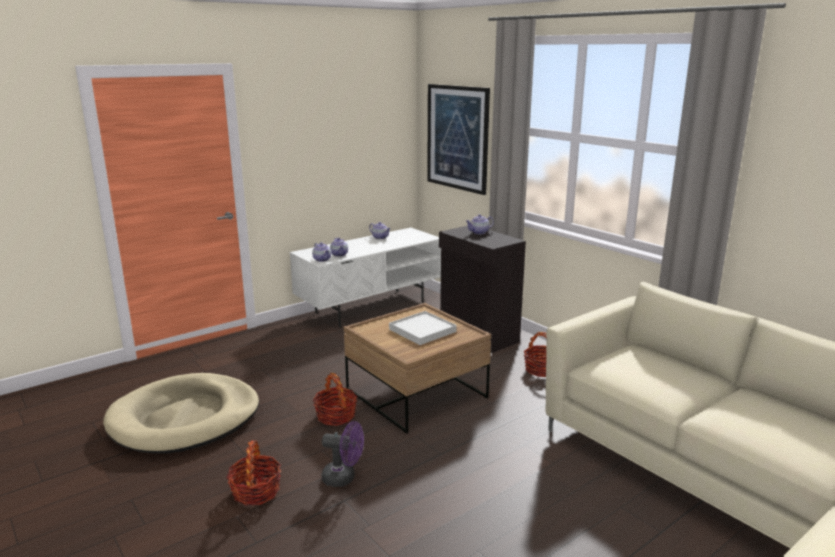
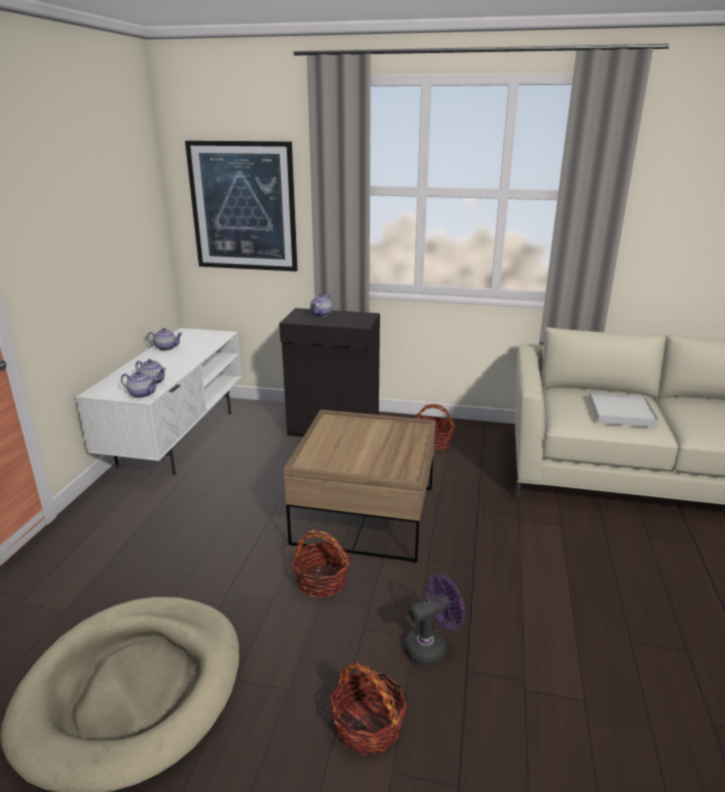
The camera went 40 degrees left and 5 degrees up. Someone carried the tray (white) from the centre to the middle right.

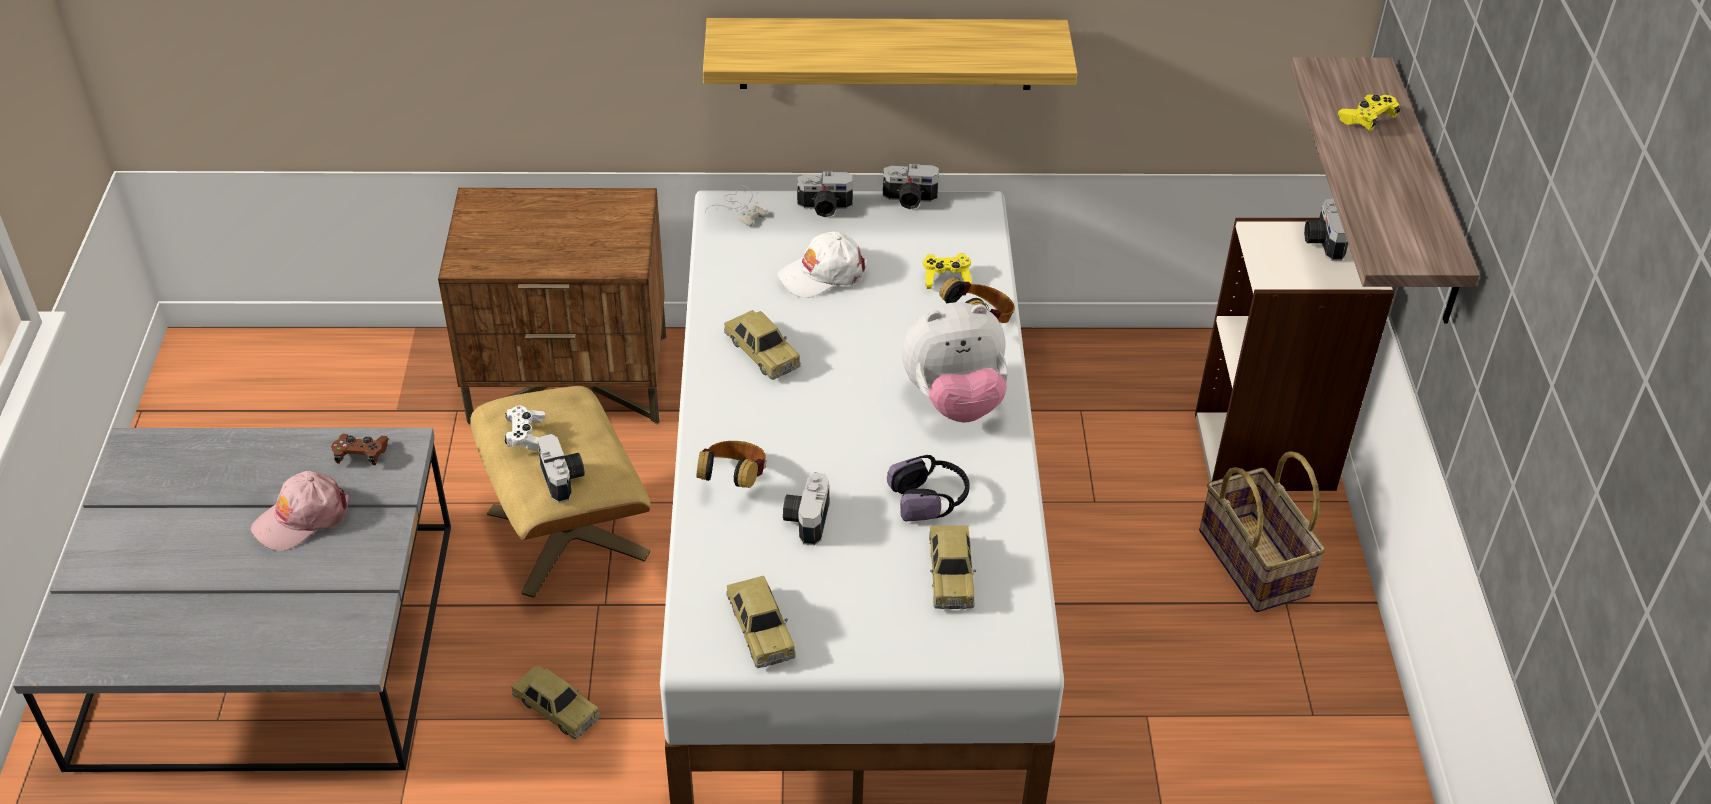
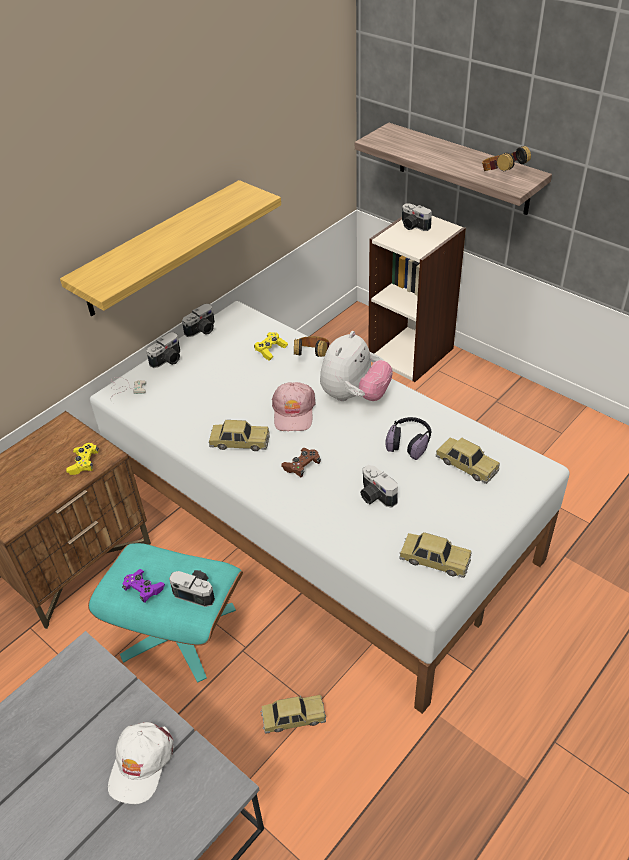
The camera went 45 degrees left and 0 degrees up. Someone carried the game controller (yellow) (2nd from left in the first image) from the top right to the middle left. Someone carried the cap (white) from the top centre to the bottom left. Someone repainted the ottoman (beige) at the middle left, which became the ottoman (turquoise) at the bottom left. Someone repainted the game controller (white) (1st from left) at the middle left, which became the game controller (purple) at the bottom left. Someone carried the game controller (brown) from the middle left to the centre. Someone carried the headphones (1st from left in the first image) from the centre to the top right. Someone took away the basket at the middle right. Someone carried the cap (pink) from the middle left to the centre.

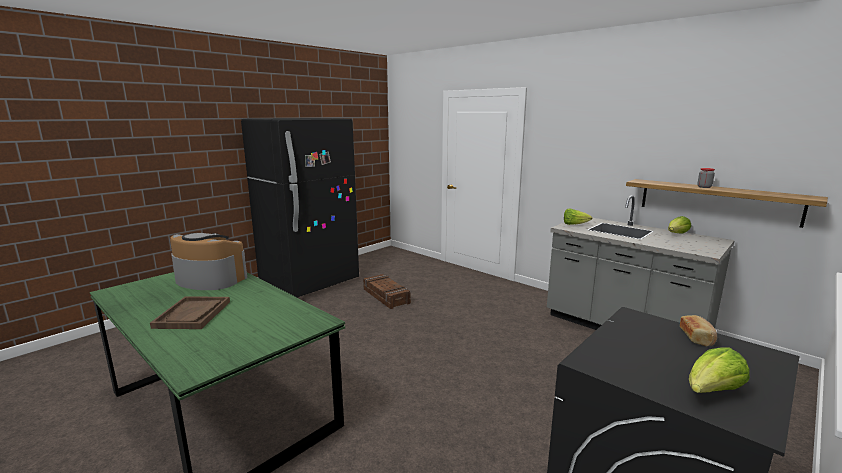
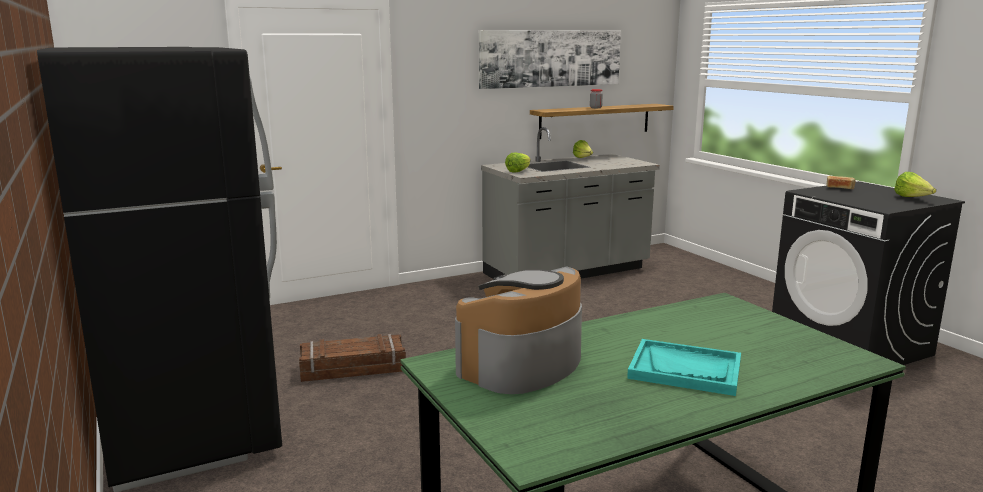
The camera went 70 degrees left and 0 degrees up. Someone repainted the tray (brown) at the middle left, which became the tray (turquoise) at the bottom right. Someone put up the picture at the top centre.

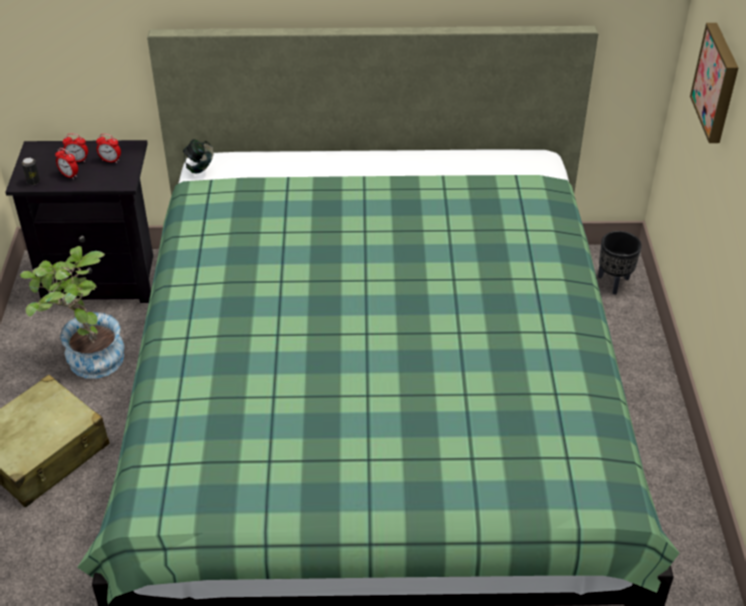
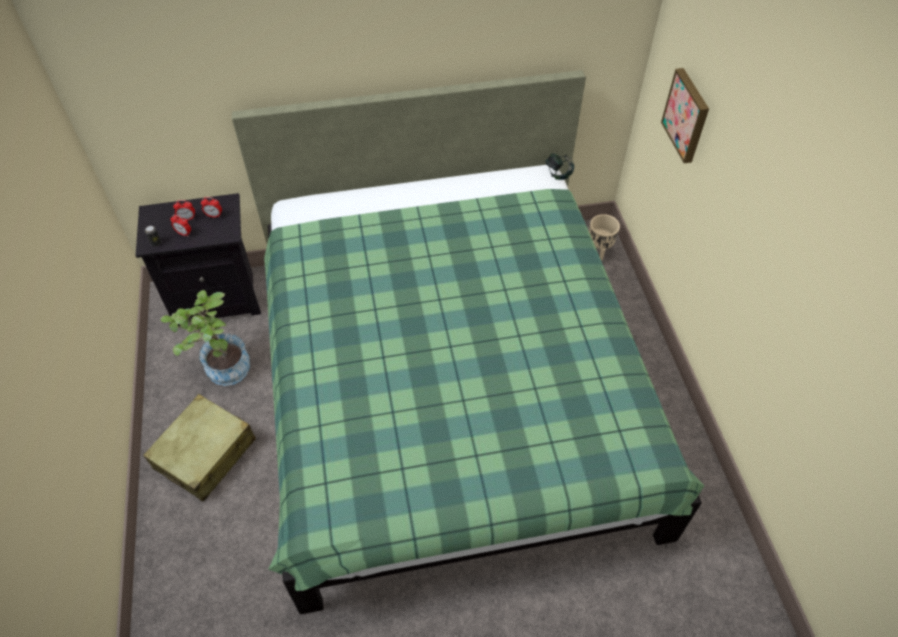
The camera went 10 degrees left and 10 degrees up. Someone carried the headphones from the top left to the top centre. Someone repainted the planter (black) at the middle right, which became the planter (beige) at the middle right.

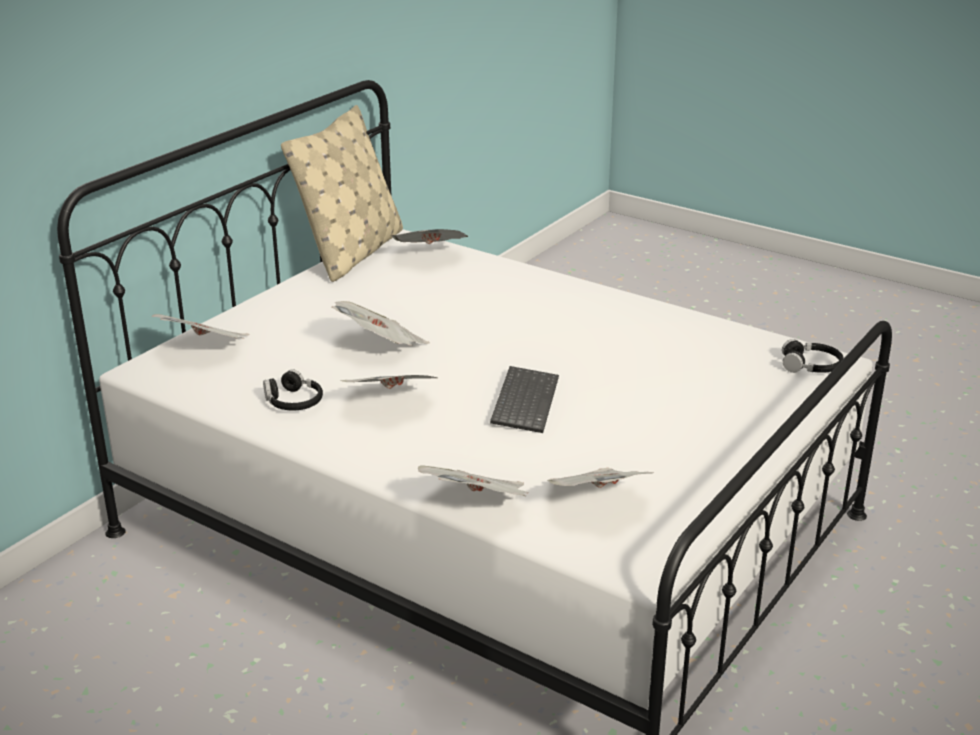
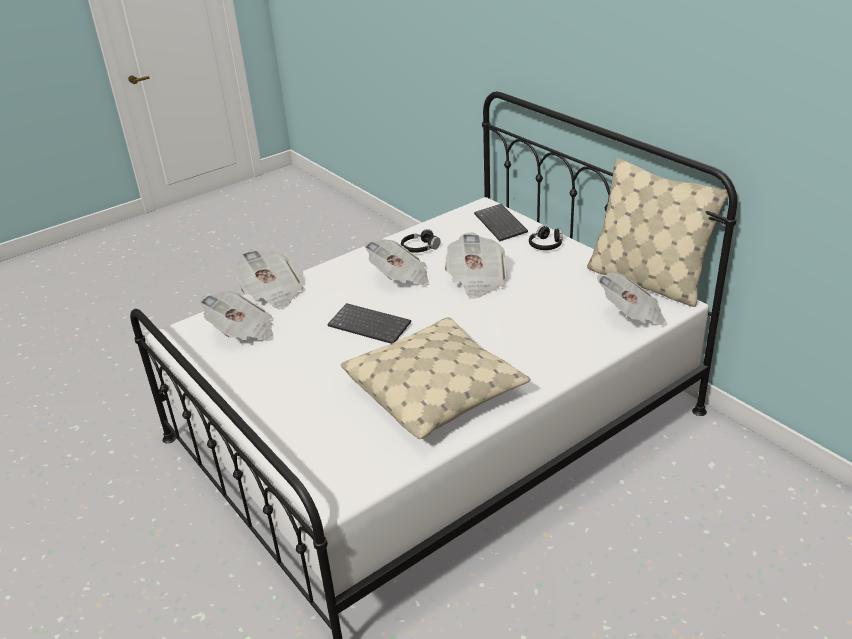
The camera went 110 degrees right and 5 degrees up. Someone swapped the newspaper (1st from left) at the middle left for the keyboard (2nd from left) at the centre. Someone carried the headphones (black) (2nd from left) from the middle right to the centre. Someone put down the pillow (beige) (1st from left) at the centre.

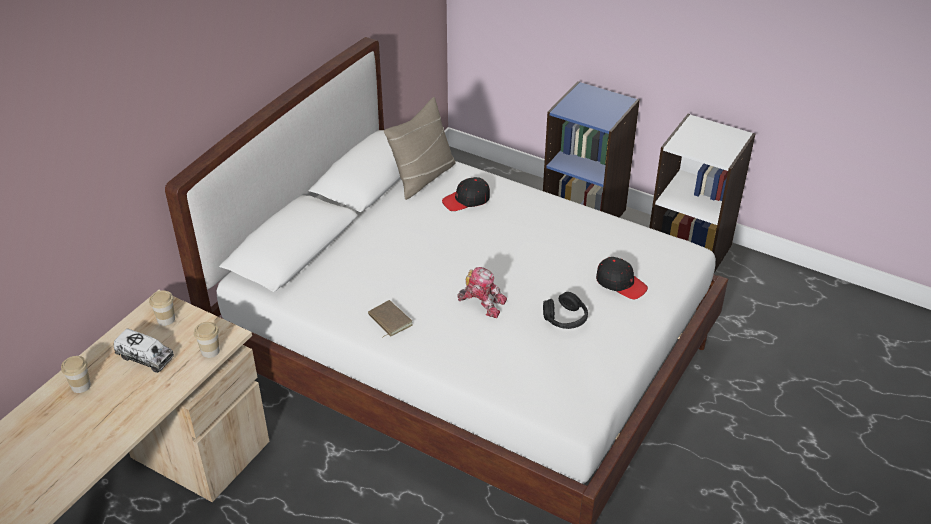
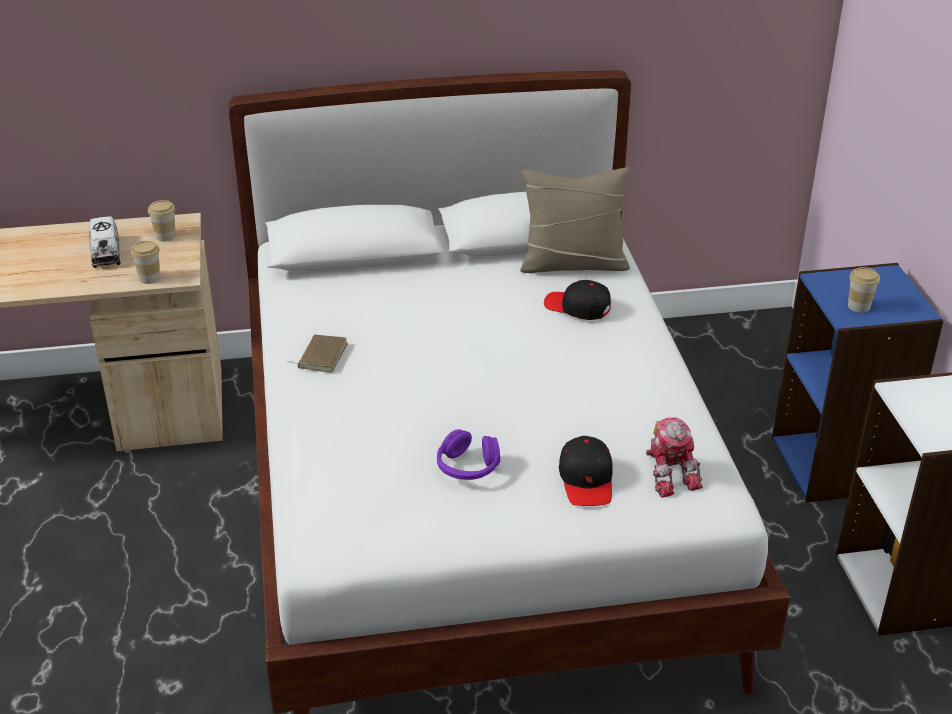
The camera went 50 degrees right and 5 degrees down. Someone carried the toy robot from the centre to the middle right. Someone repainted the headphones (black) at the centre, which became the headphones (purple) at the centre. Someone carried the cup (1st from left in the first image) from the bottom left to the middle right.

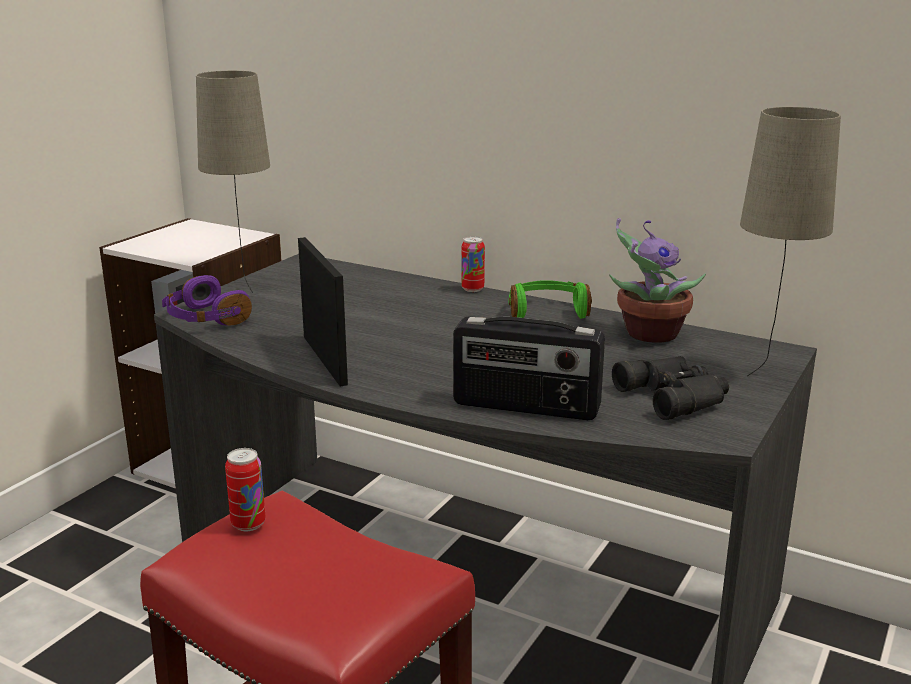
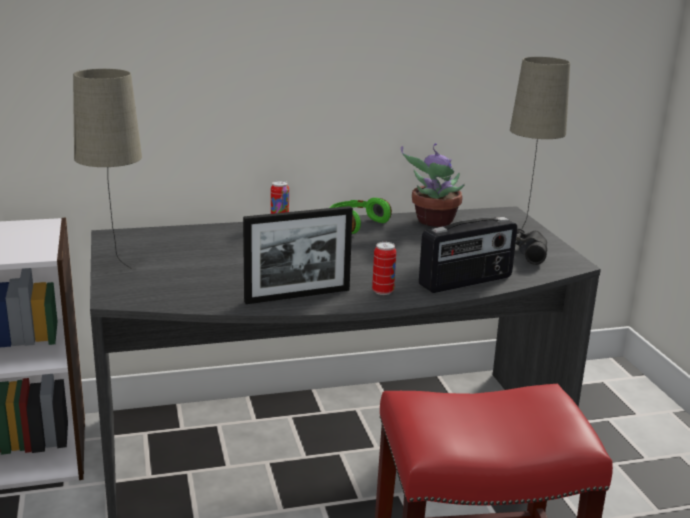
The camera went 45 degrees left and 0 degrees up. Someone rotated the picture frame at the centre by 135 degrees clockwise. Someone took away the headphones (purple) at the middle left. Someone carried the can (1st from left in the first image) from the bottom left to the centre.

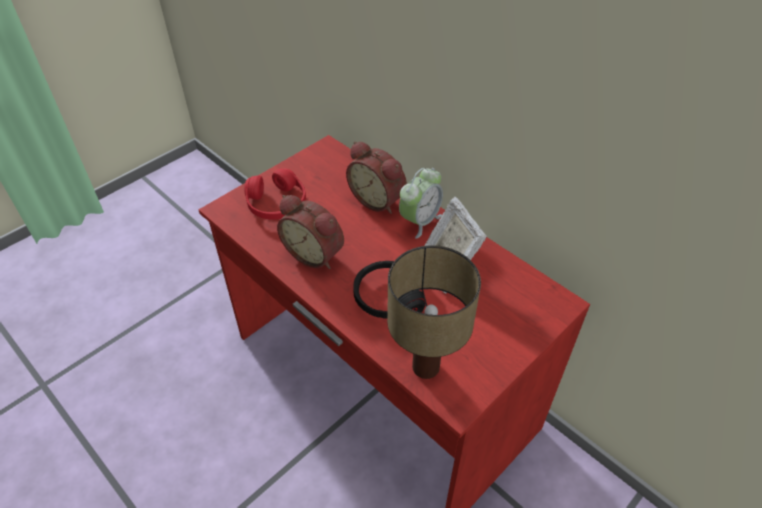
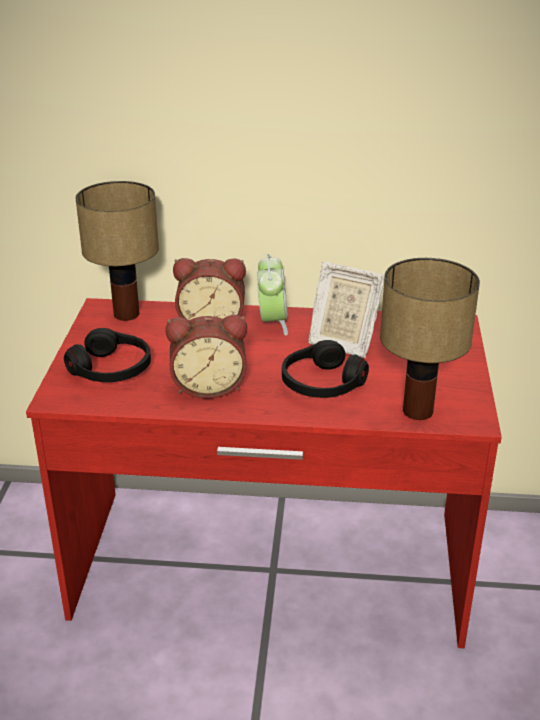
The camera went 40 degrees left and 15 degrees down. Someone repainted the headphones (red) at the centre, which became the headphones (black) (1st from left) at the middle left. Someone put down the table lamp (1st from left) at the middle left.

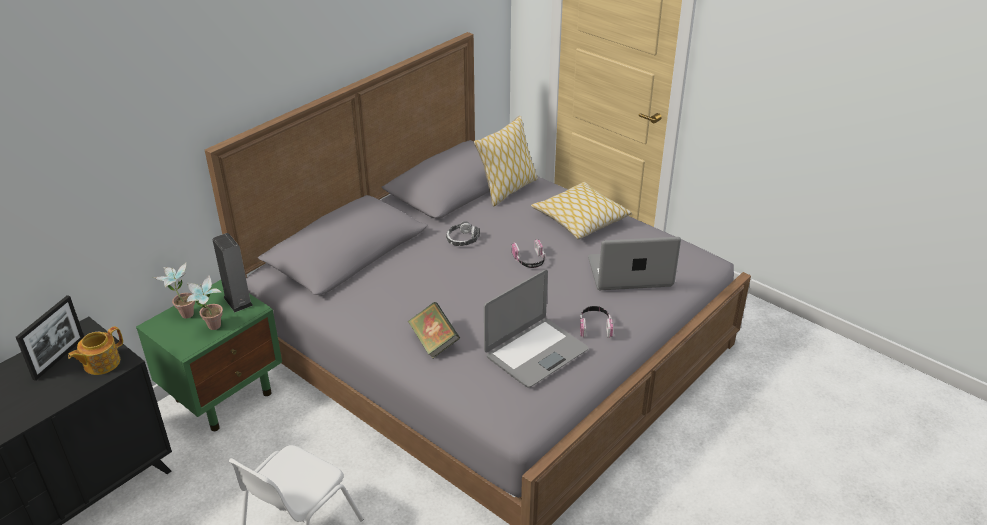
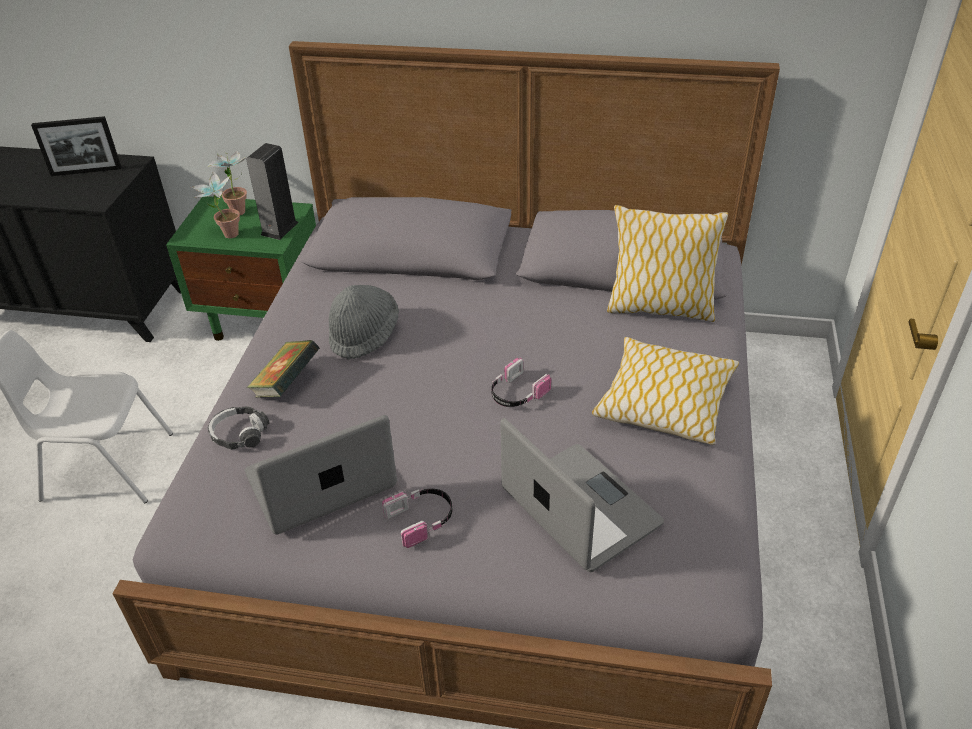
The camera went 60 degrees right and 5 degrees up. Someone carried the headphones (1st from left) from the centre to the middle left. Someone rotated the laptop (1st from left) at the centre by 135 degrees clockwise. Someone took away the teapot at the bottom left. Someone put down the hat (grey) at the centre.

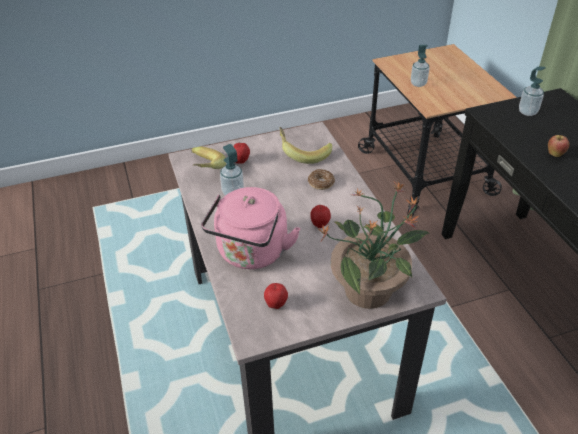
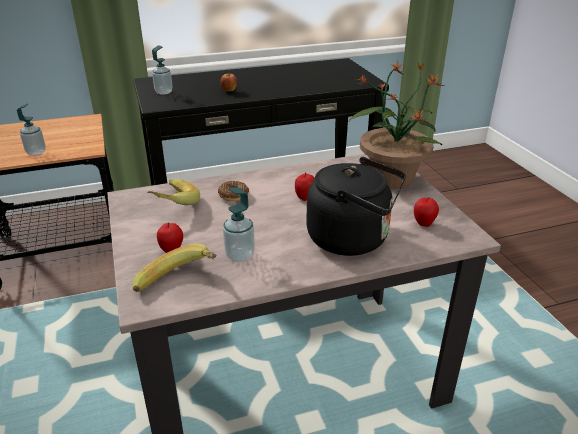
The camera went 90 degrees left and 10 degrees down. Someone repainted the kettle (pink) at the centre, which became the kettle (black) at the centre.

